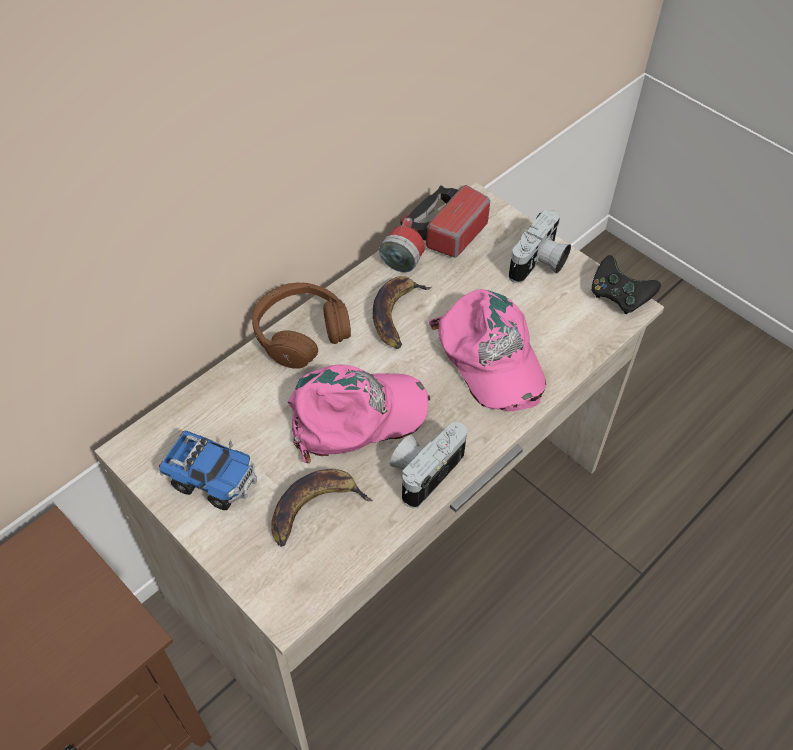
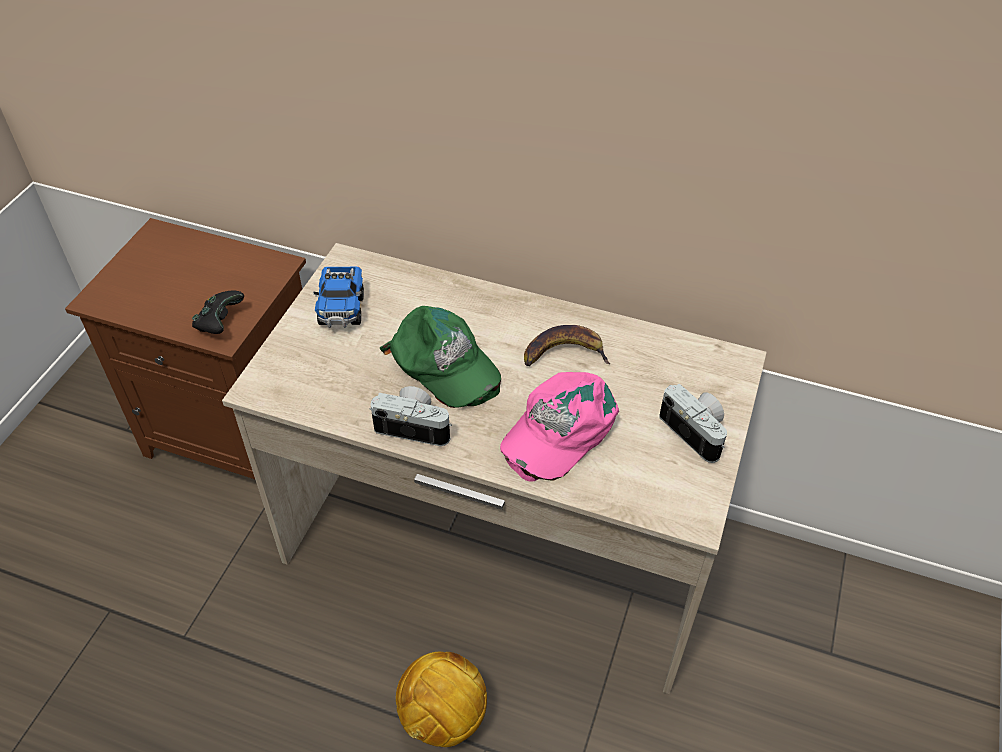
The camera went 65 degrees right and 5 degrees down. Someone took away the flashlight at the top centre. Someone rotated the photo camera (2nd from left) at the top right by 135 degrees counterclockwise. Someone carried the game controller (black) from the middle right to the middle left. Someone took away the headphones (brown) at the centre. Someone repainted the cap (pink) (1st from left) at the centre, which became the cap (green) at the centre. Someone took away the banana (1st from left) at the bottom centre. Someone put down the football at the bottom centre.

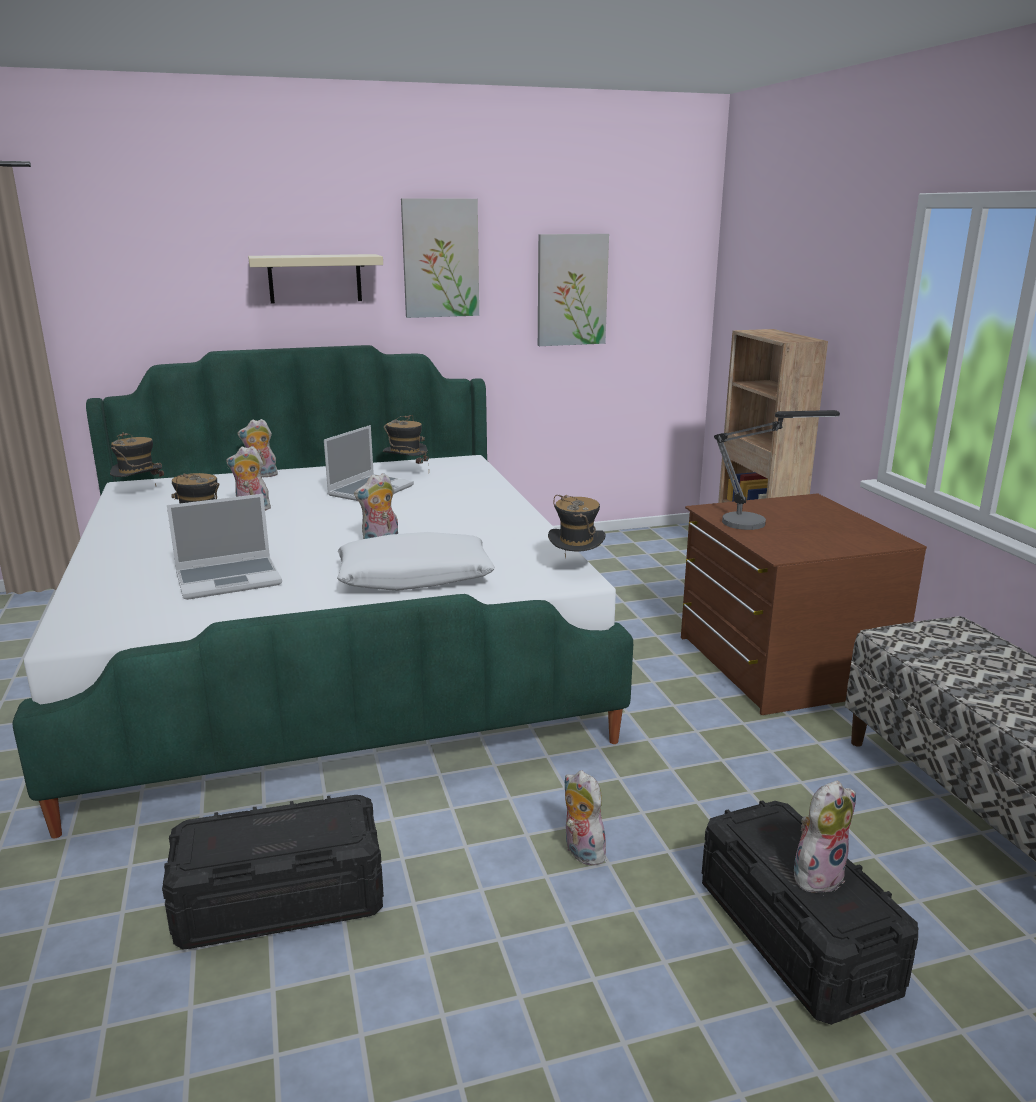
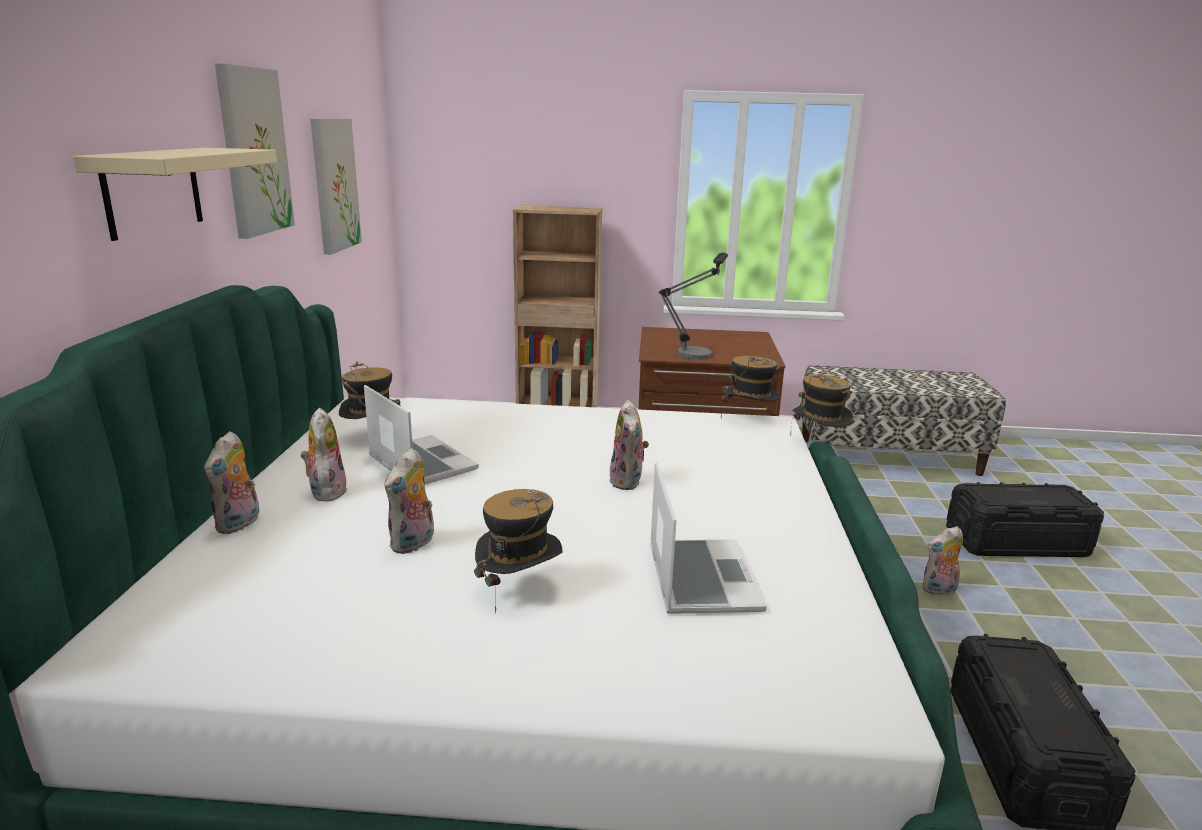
The camera went 70 degrees left and 0 degrees up. Someone carried the hat (1st from left in the first image) from the middle left to the middle right. Someone took away the pillow (white) at the centre. Someone carried the plush toy (5th from left in the first image) from the bottom right to the middle left.

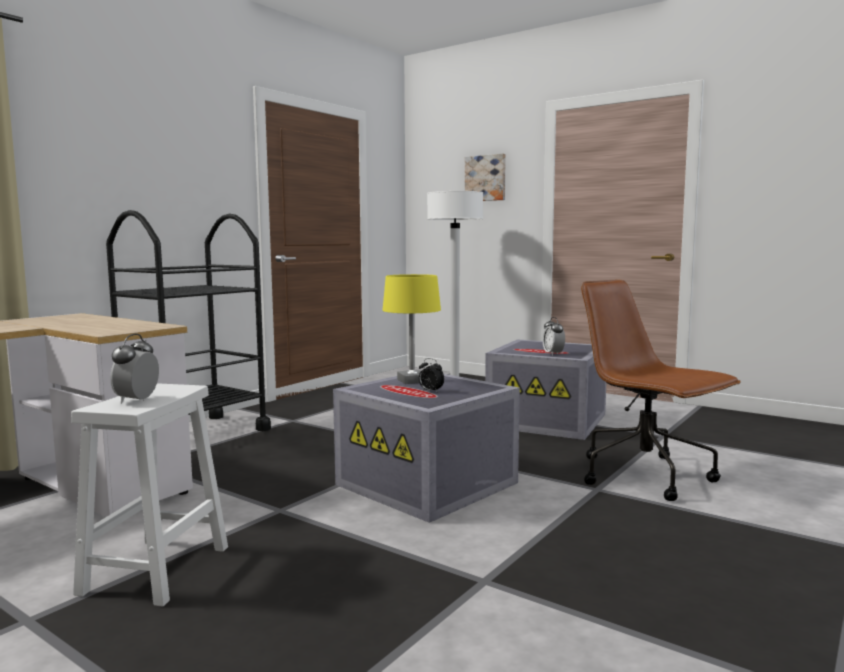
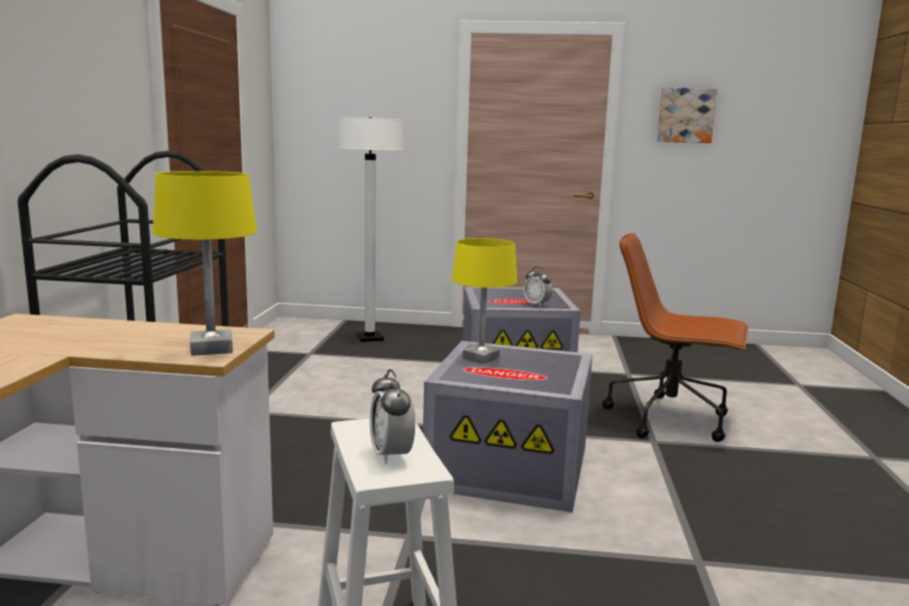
The camera went 30 degrees left and 5 degrees up. Someone carried the picture from the top centre to the top right. Someone took away the alarm clock (2nd from left) at the centre. Someone put down the table lamp (yellow) (1st from left) at the middle left.

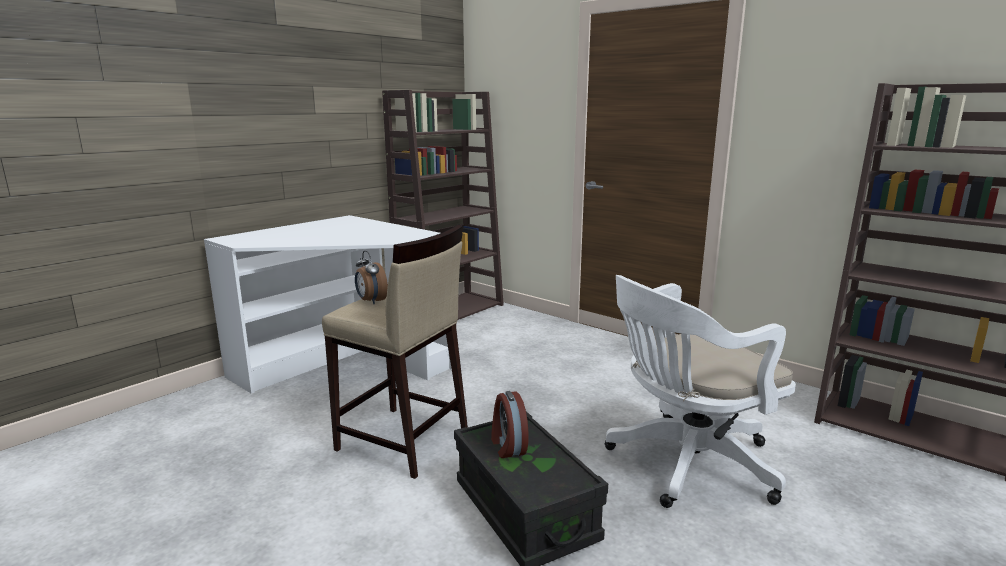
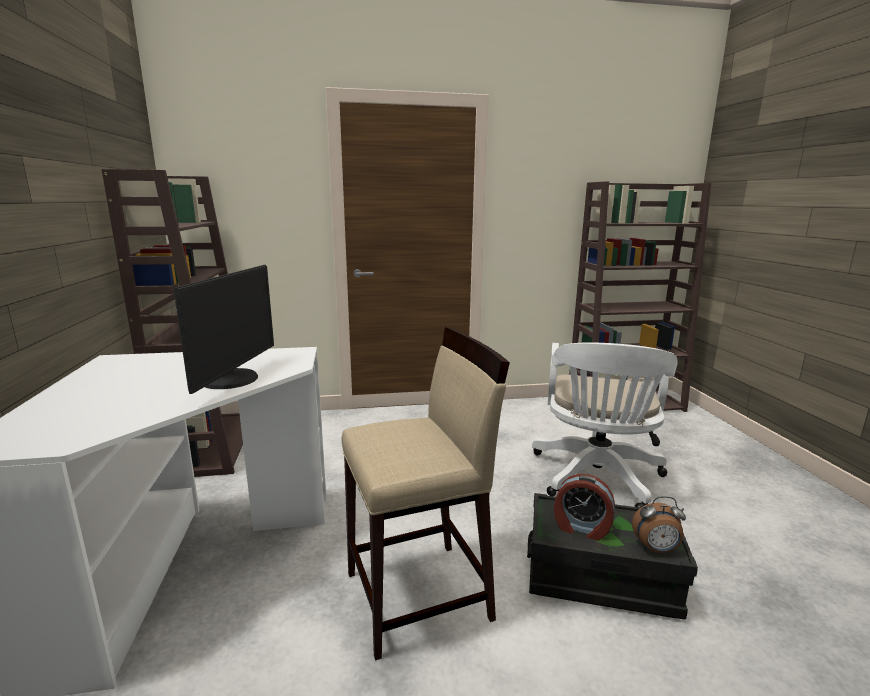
The camera went 50 degrees left and 0 degrees up. Someone carried the alarm clock (1st from left in the first image) from the centre to the bottom right. Someone put down the monitor at the middle left.

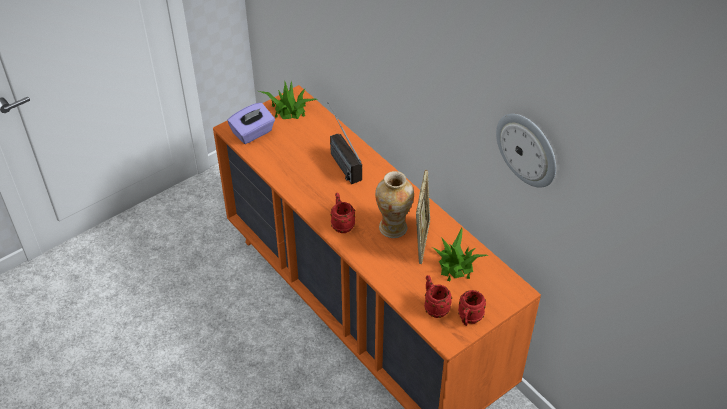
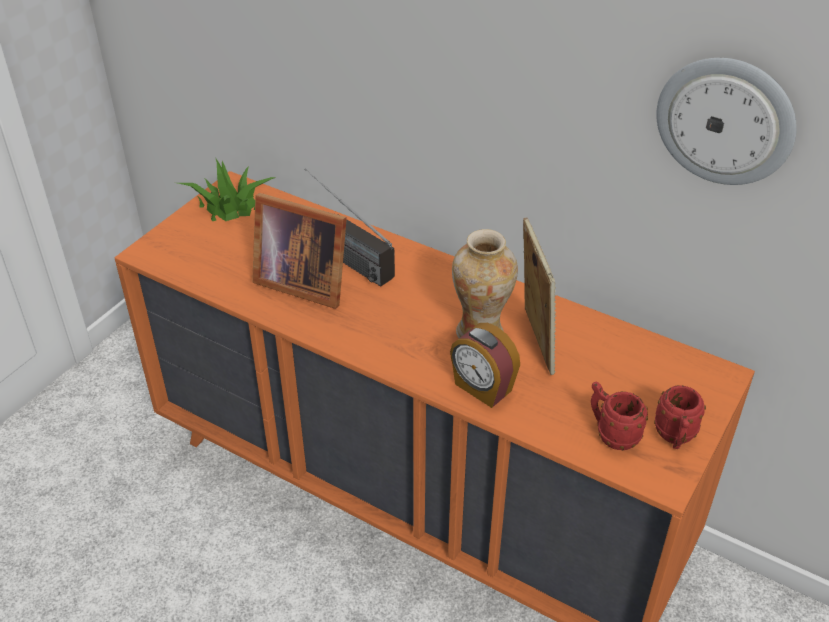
The camera went 20 degrees left and 5 degrees down. Someone took away the tissue box (purple) at the top centre. Someone took away the mug (red) (1st from left) at the centre. Someone took away the potted plant (2nd from left) at the centre. Someone put down the picture frame (1st from left) at the centre. Someone put down the alarm clock at the centre.

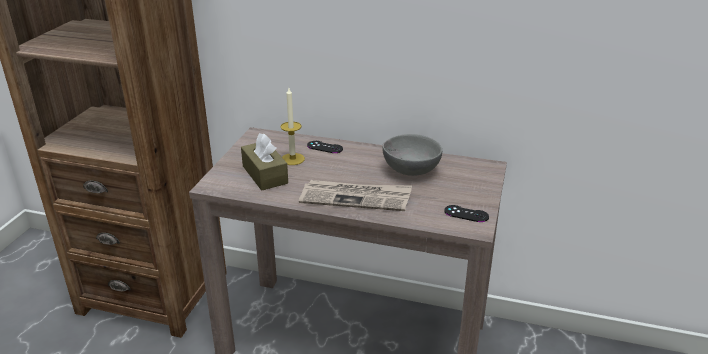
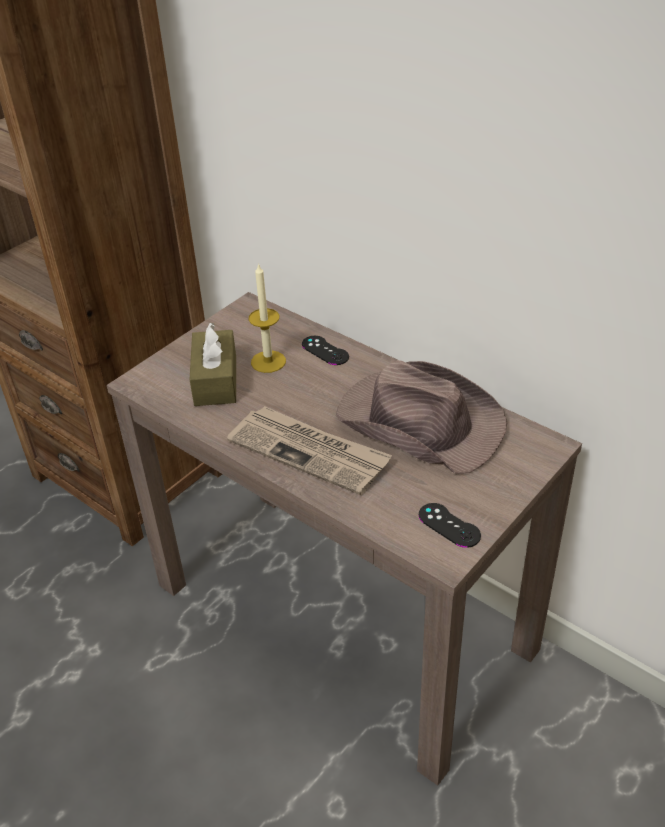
The camera went 25 degrees right and 10 degrees up. Someone swapped the bowl (grey) at the centre for the hat (brown) at the centre.

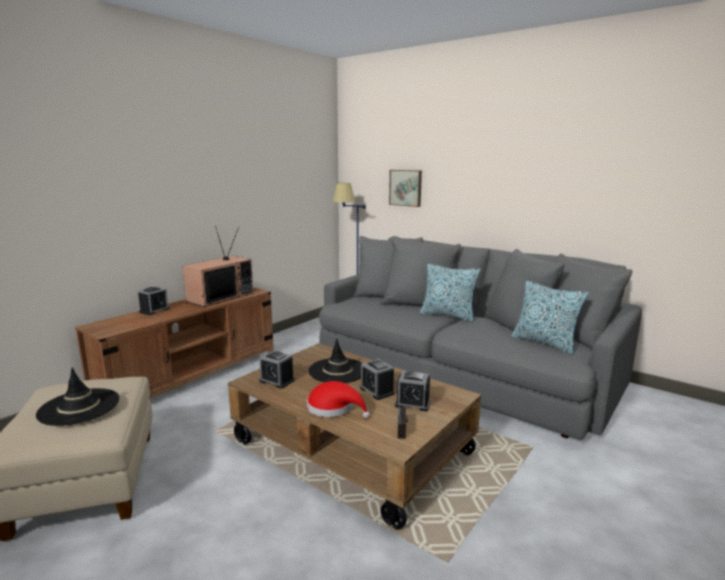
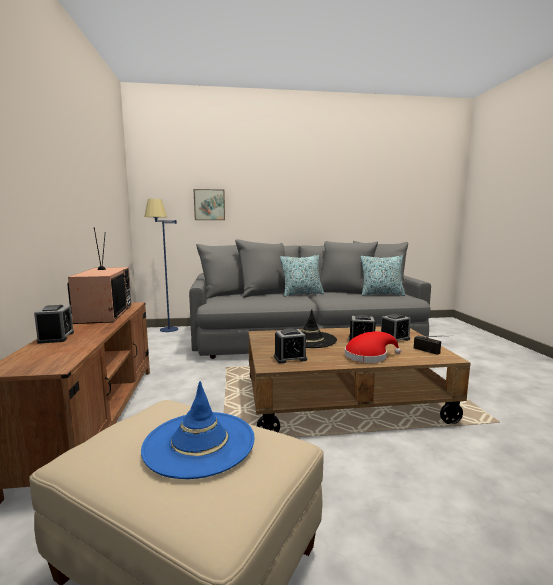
The camera went 45 degrees left and 5 degrees down. Someone repainted the hat (black) (1st from left) at the bottom left, which became the hat (blue) at the bottom centre.

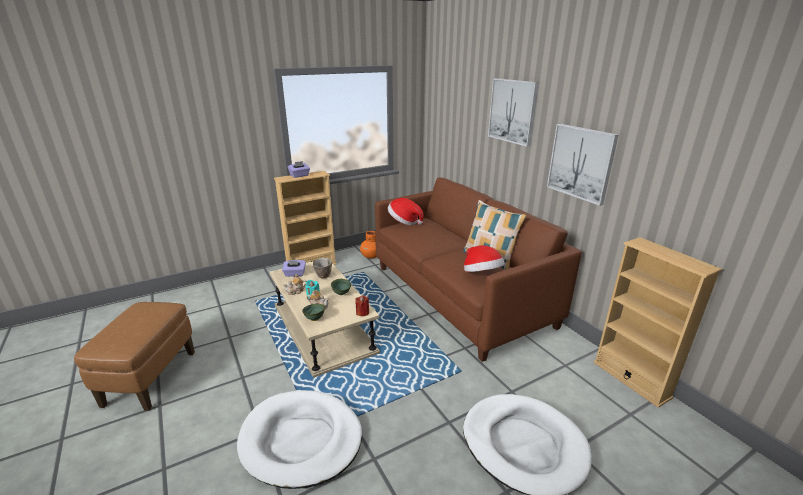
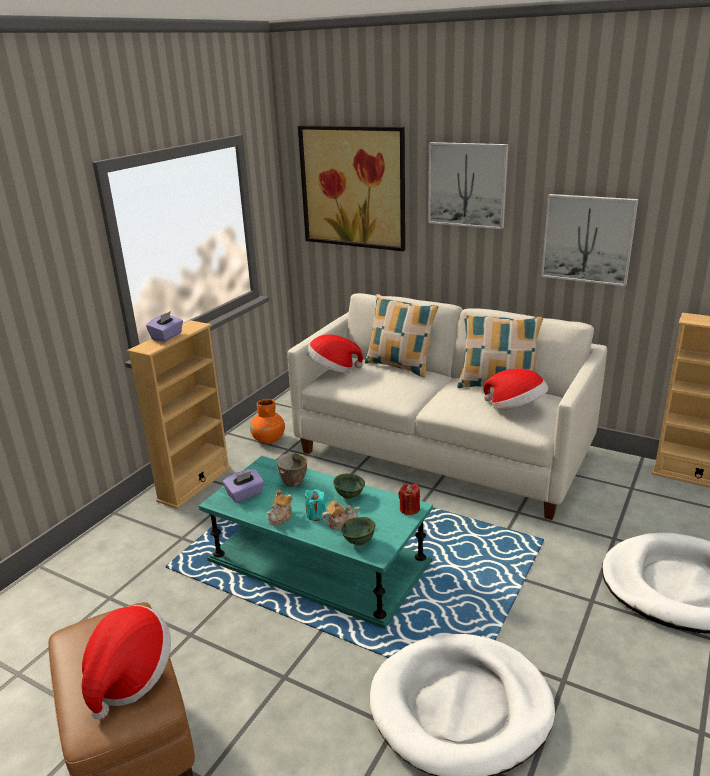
The camera went 30 degrees left and 0 degrees up. Someone repainted the sofa (brown) at the centre, which became the sofa (white) at the centre. Someone repainted the coffee table (beige) at the centre, which became the coffee table (turquoise) at the bottom centre. Someone put up the picture (1st from left) at the top centre. Someone put down the pillow (1st from left) at the centre. Someone put down the hat (1st from left) at the bottom left.

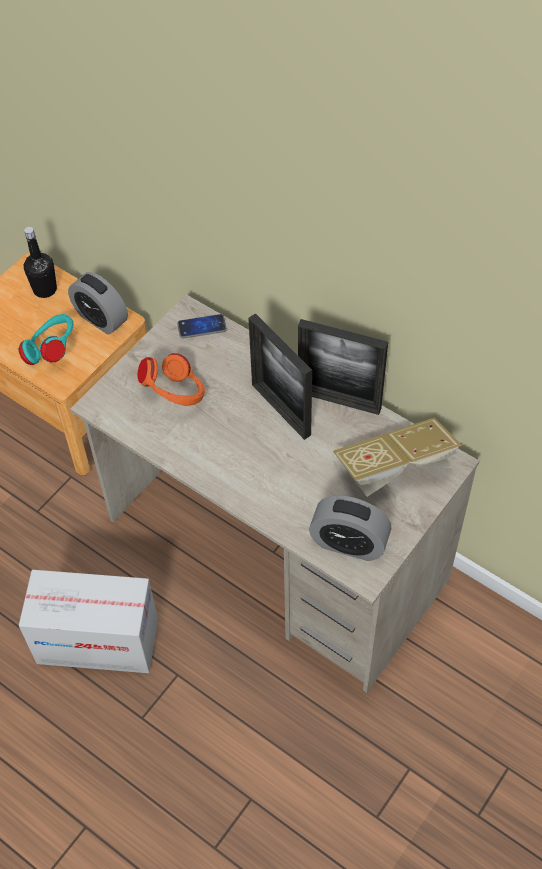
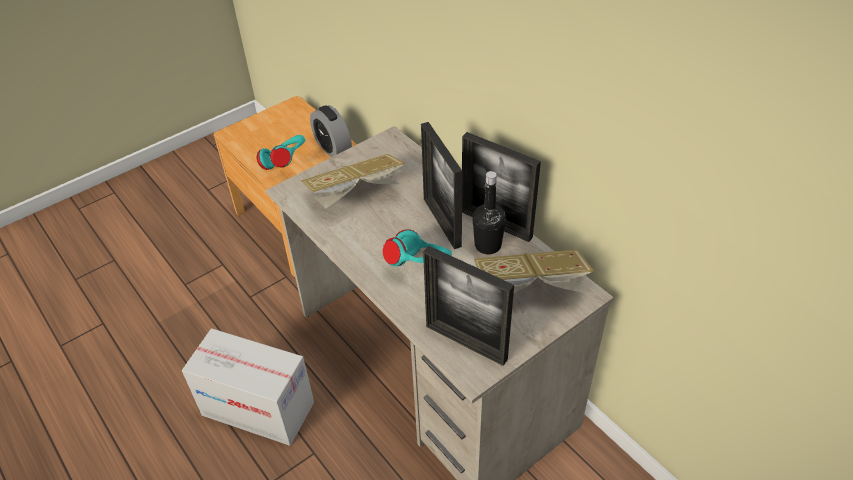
The camera went 15 degrees right and 10 degrees down. Someone carried the bottle (black) from the top left to the centre. Someone took away the phone at the centre. Someone swapped the headphones (orange) at the middle left for the book (1st from left) at the centre. Someone swapped the alarm clock (2nd from left) at the centre for the picture frame (2nd from left) at the centre. Someone put down the headphones (turquoise) (2nd from left) at the centre.

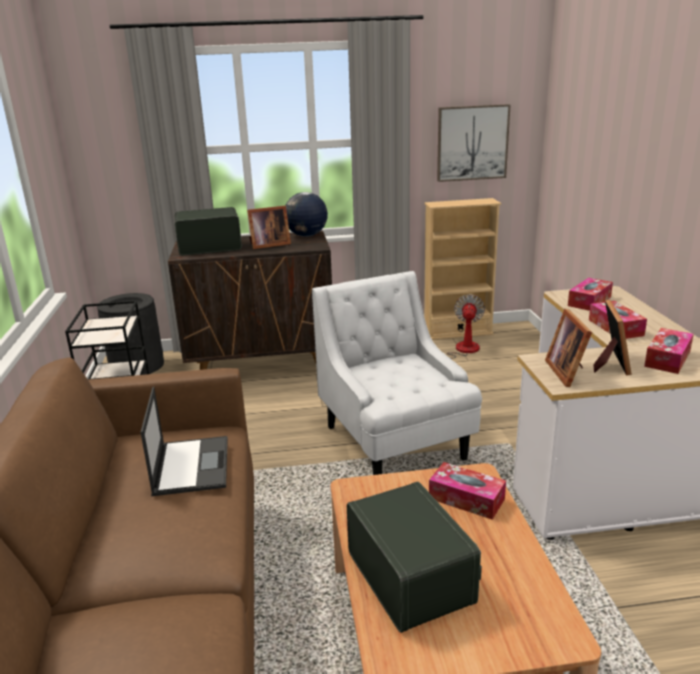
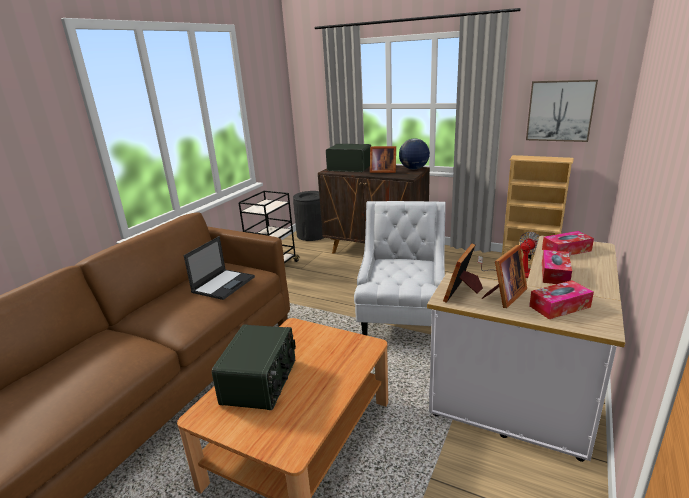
The camera went 35 degrees right and 0 degrees up. Someone took away the tissue box (1st from left) at the bottom right.

